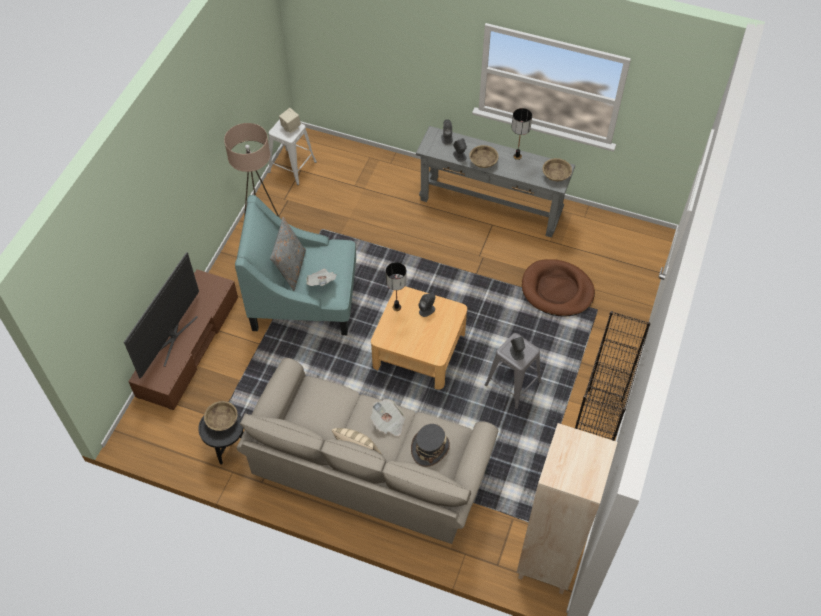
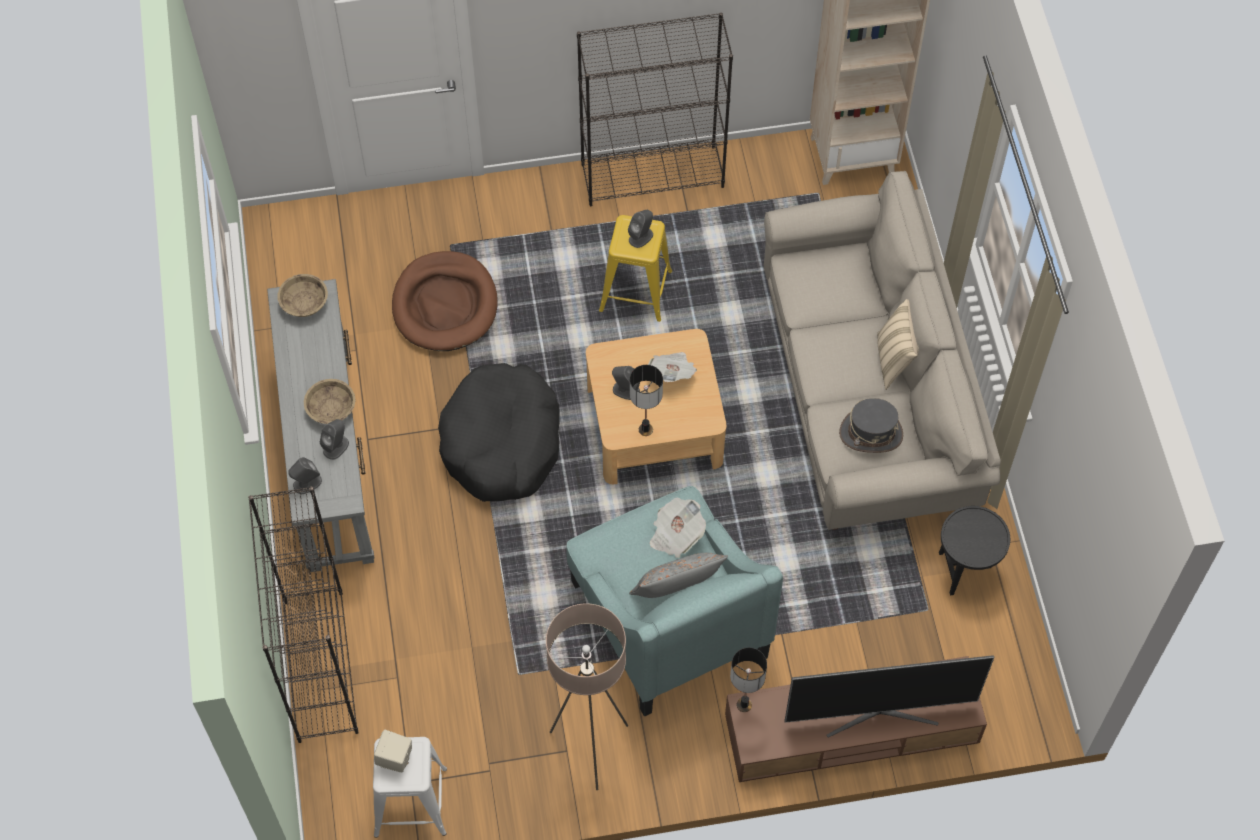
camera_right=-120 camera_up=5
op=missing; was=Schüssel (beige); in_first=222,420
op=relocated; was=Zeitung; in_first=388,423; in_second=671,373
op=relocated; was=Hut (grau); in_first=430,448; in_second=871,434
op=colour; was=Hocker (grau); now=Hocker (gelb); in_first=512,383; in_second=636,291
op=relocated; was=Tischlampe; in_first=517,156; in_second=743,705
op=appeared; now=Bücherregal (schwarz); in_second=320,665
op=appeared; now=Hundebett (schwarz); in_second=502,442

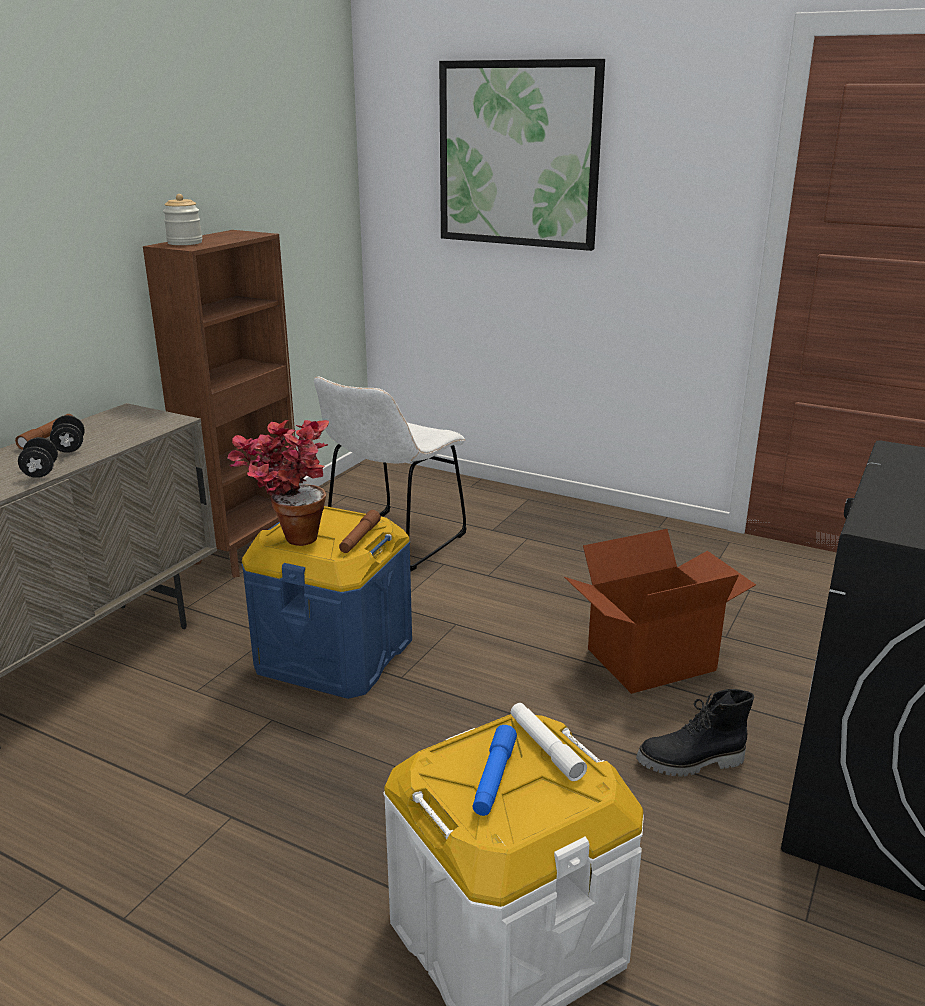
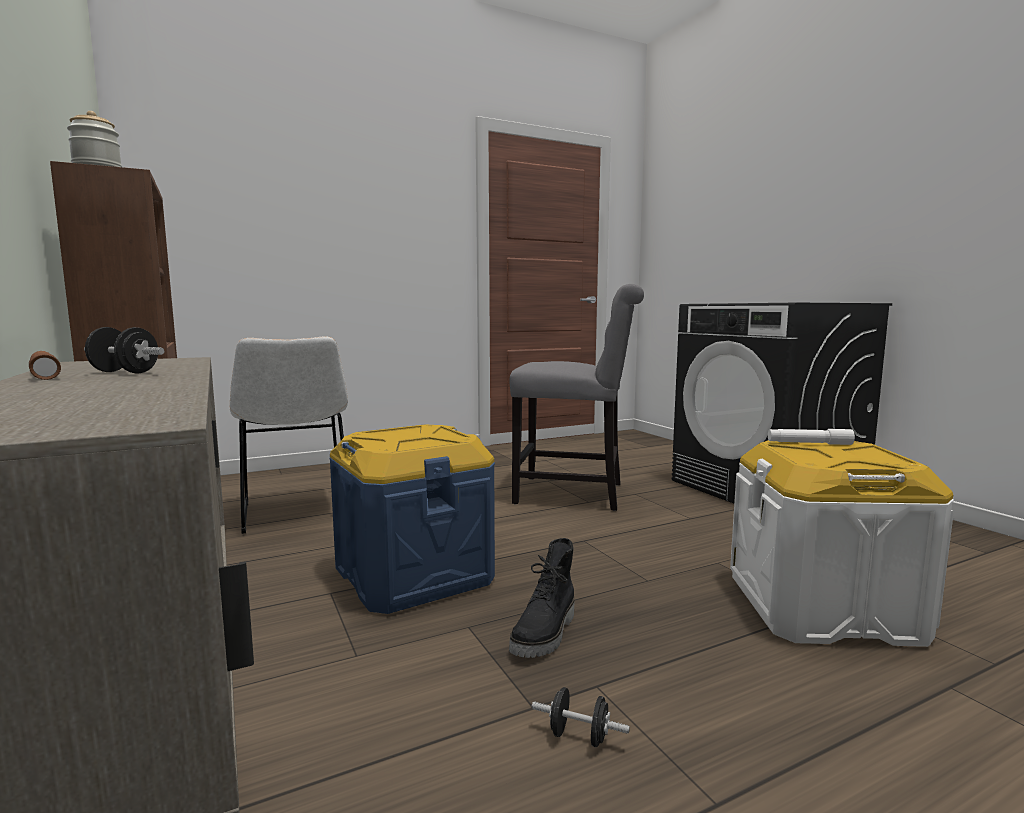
camera_right=-55 camera_up=-15
op=relocated; was=Hantel (schwarz); in_first=41,472; in_second=579,736
op=missing; was=Topfpflanze; in_first=289,538
op=missing; was=Taschenlampe (braun); in_first=360,538
op=missing; was=Bild; in_first=518,155
op=missing; was=Taschenlampe (blau); in_first=494,778
op=exchanged; was=Karton; now=Stuhl (grau); in_first=650,658; in_second=576,494
op=relocated; was=Stiefel (schwarz); in_first=691,763; in_second=546,635

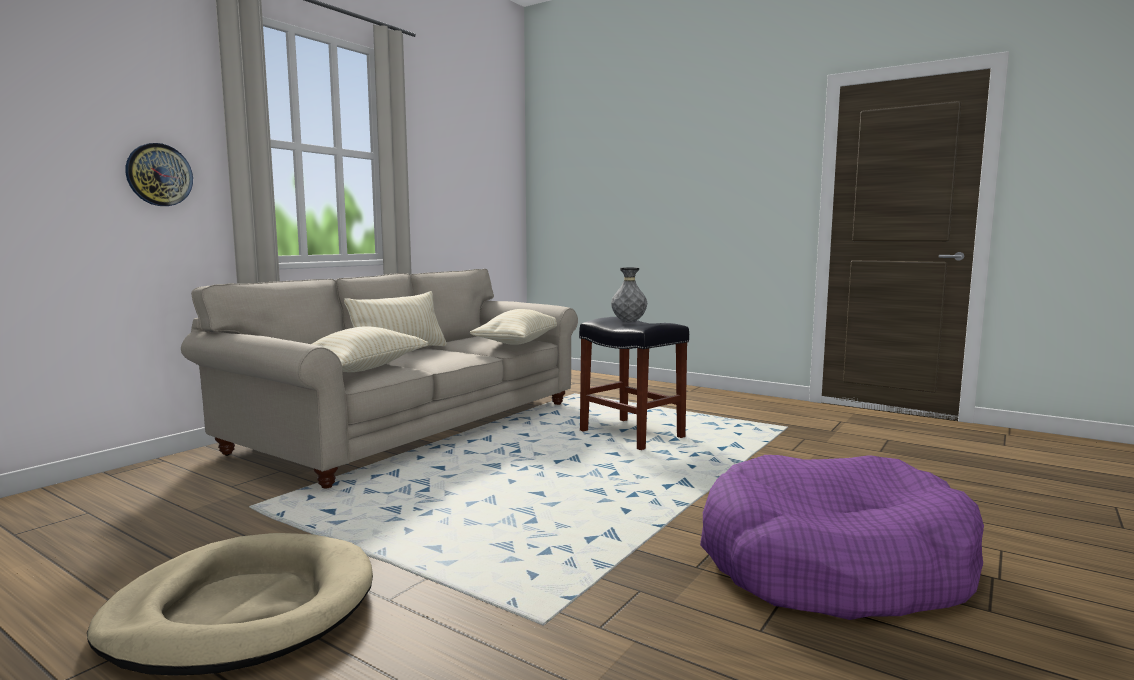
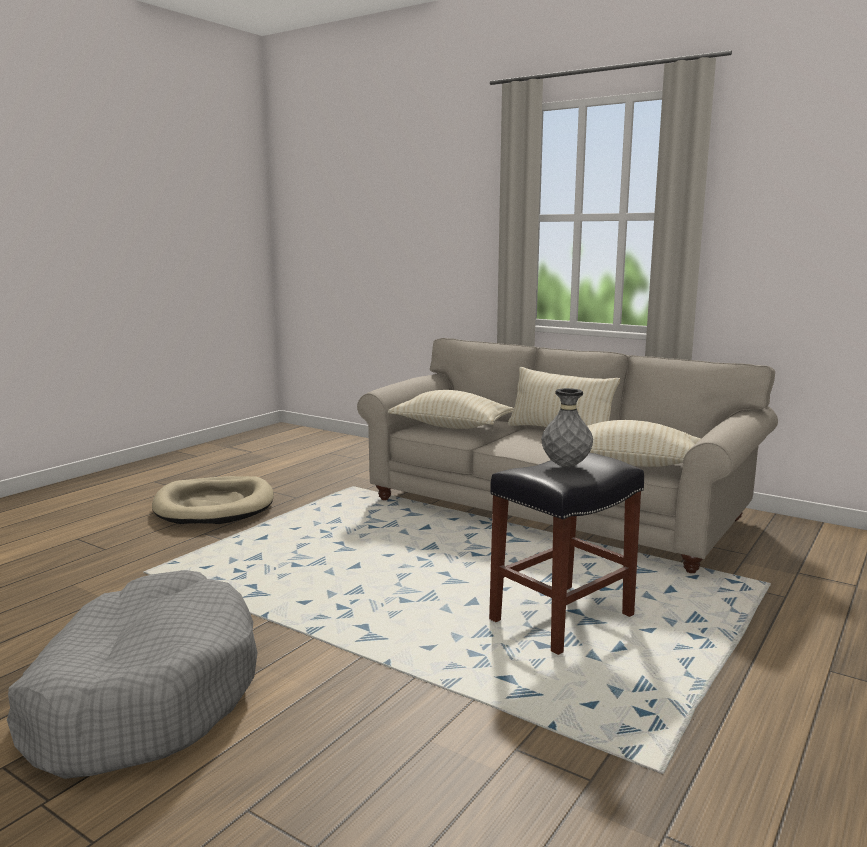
camera_right=90 camera_up=5
op=missing; was=Wanduhr; in_first=159,175
op=colour; was=Hundebett (lila); now=Hundebett (grau); in_first=832,564; in_second=143,695

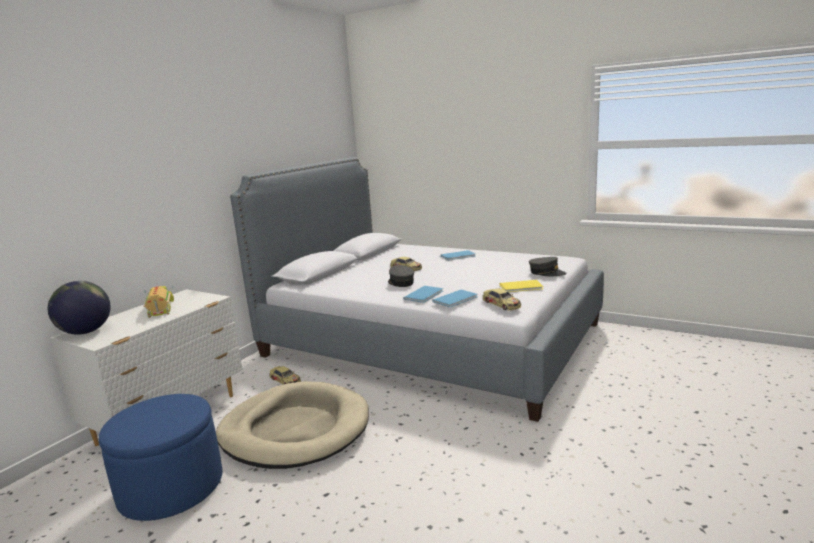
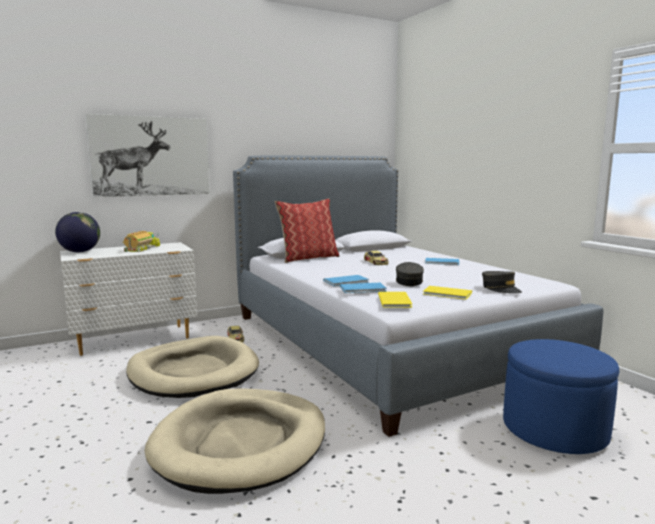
camera_right=30 camera_up=-5
op=relocated; was=Polsterhocker (blau); in_first=171,488; in_second=554,430
op=relocated; was=Kappe (grau); in_first=400,282; in_second=409,282
op=exchanged; was=Spielzeugauto; now=Buch (gelb); in_first=501,304; in_second=395,300
op=appeared; now=Bild; in_second=151,156
op=appeared; now=Hundebett (beige); in_second=241,443
op=appeared; now=Kissen; in_second=308,258

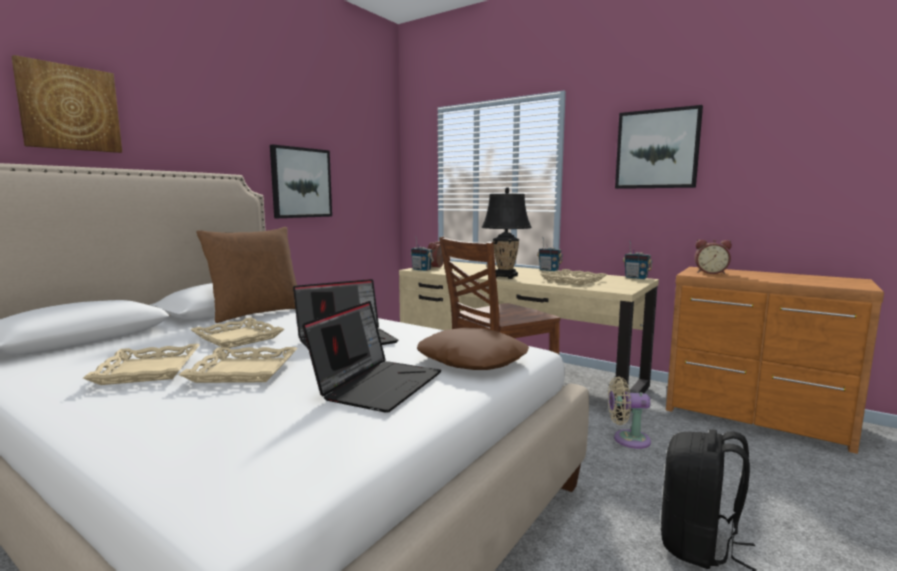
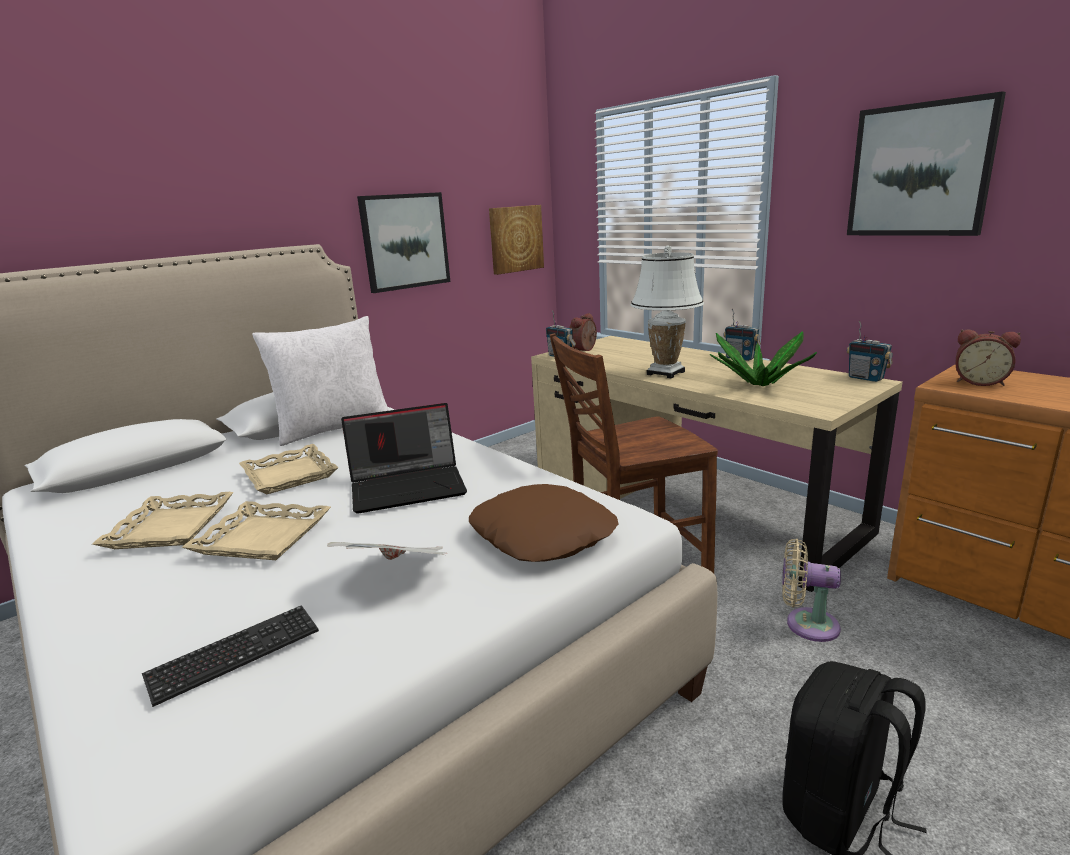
camera_right=15 camera_up=10
op=relocated; was=Bild; in_first=69,108; in_second=515,239
op=colour; was=Kissen (braun); now=Kissen (weiß); in_first=256,313; in_second=334,428
op=exchanged; was=Laptop; now=Zeitung; in_first=378,384; in_second=398,575
op=colour; was=Tischlampe (schwarz); now=Tischlampe (weiß); in_first=505,276; in_second=665,373
op=exchanged; was=Tablett (beige); now=Topfpflanze; in_first=572,280; in_second=759,384
op=appeared; now=Tastatur; in_second=235,655

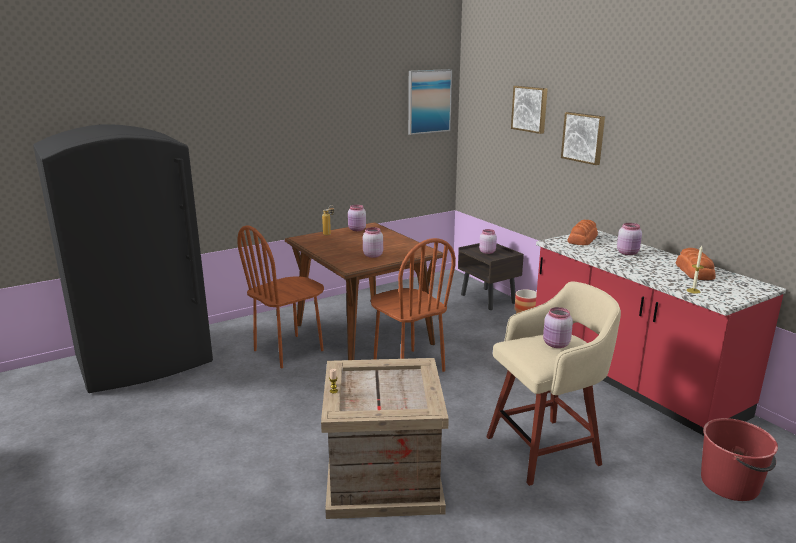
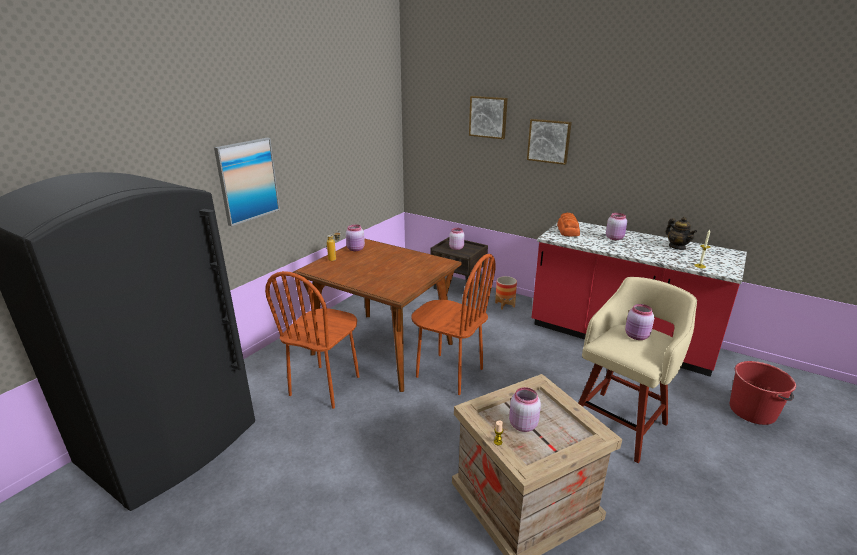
camera_right=-25 camera_up=5
op=relocated; was=Vorratsglas (rosa); in_first=372,255; in_second=522,425
op=relocated; was=Bild; in_first=429,101; in_second=247,180
op=exchanged; was=Brot; now=Teekanne; in_first=694,271; in_second=677,247

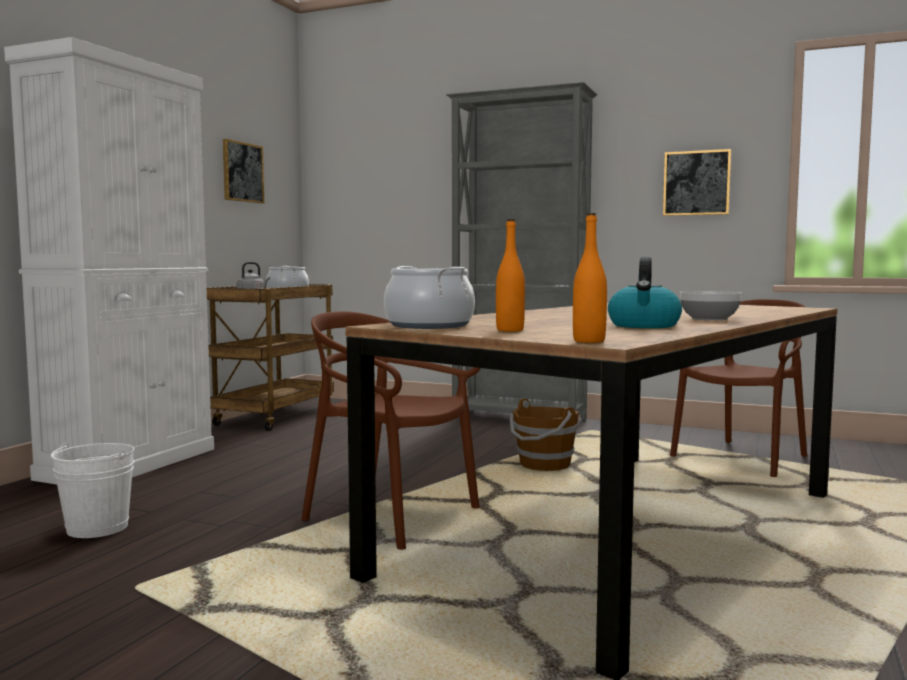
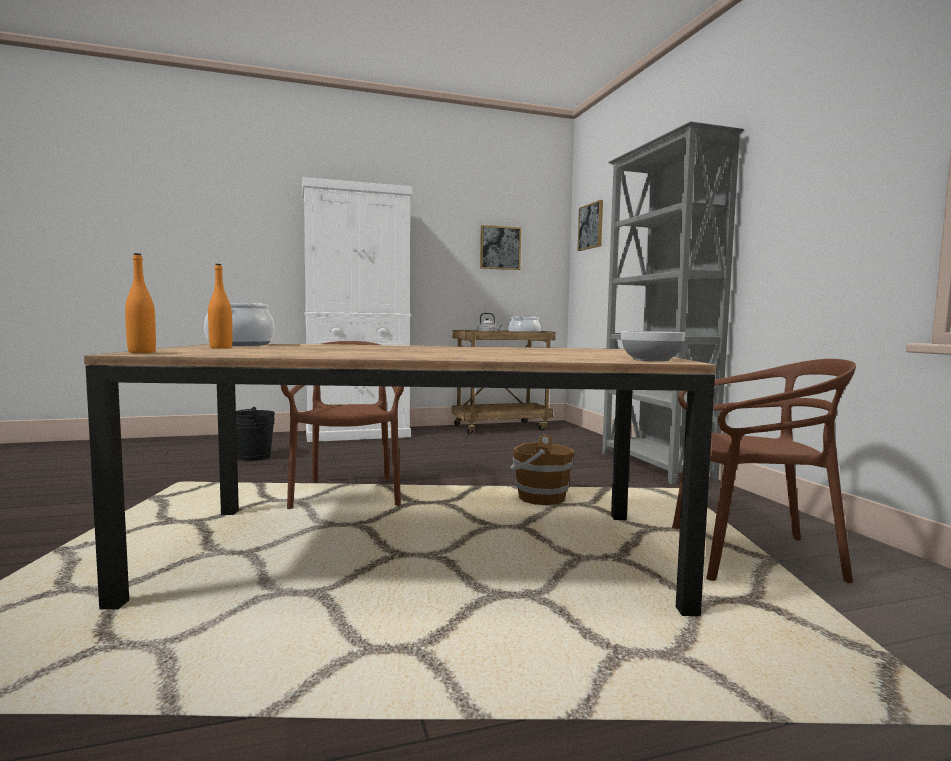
camera_right=50 camera_up=0
op=colour; was=Eimer (weiß); now=Eimer (schwarz); in_first=97,528; in_second=253,457
op=missing; was=Wasserkessel; in_first=644,326
op=relocated; was=Bild; in_first=696,183; in_second=591,226
op=relocated; was=Schüssel; in_first=710,319; in_second=651,360

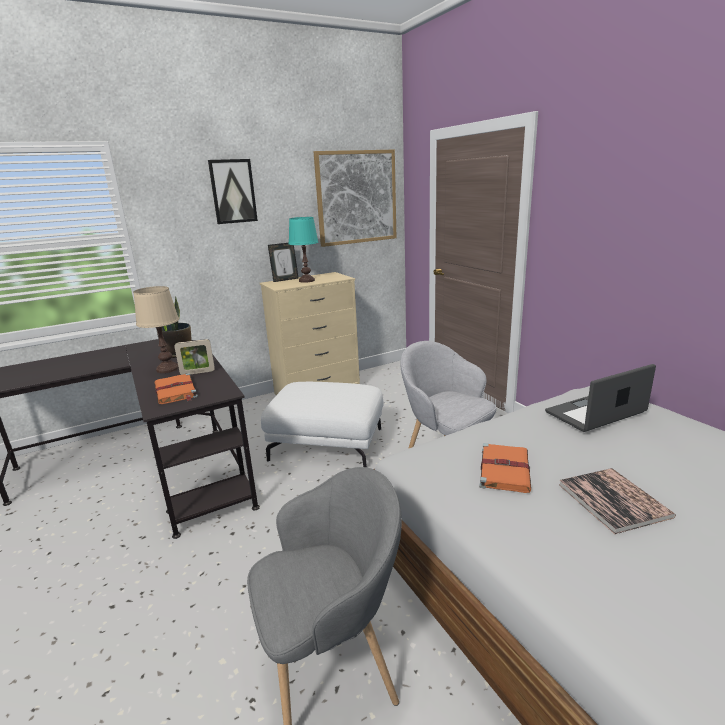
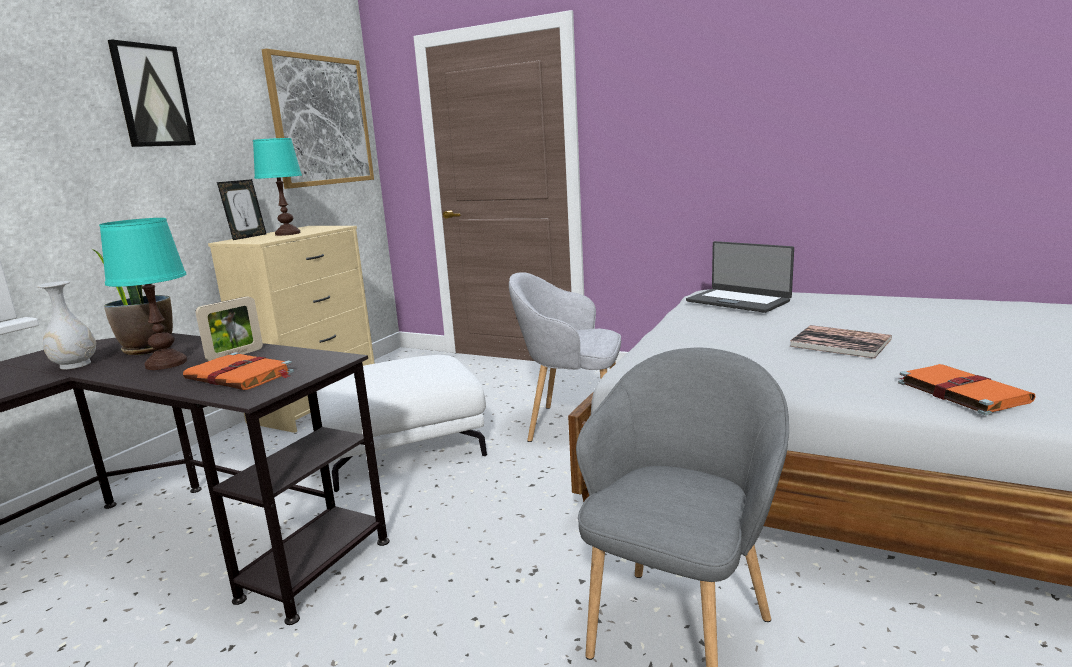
camera_right=-35 camera_up=-5
op=colour; was=Tischlampe (beige); now=Tischlampe (türkis); in_first=167,369; in_second=165,364
op=relocated; was=Buch (orange); in_first=504,469; in_second=960,391
op=spun; was=Laptop; in_first=596,413; in_second=738,301; clockwise=-75
op=appeared; now=Vase (weiß); in_second=75,365

